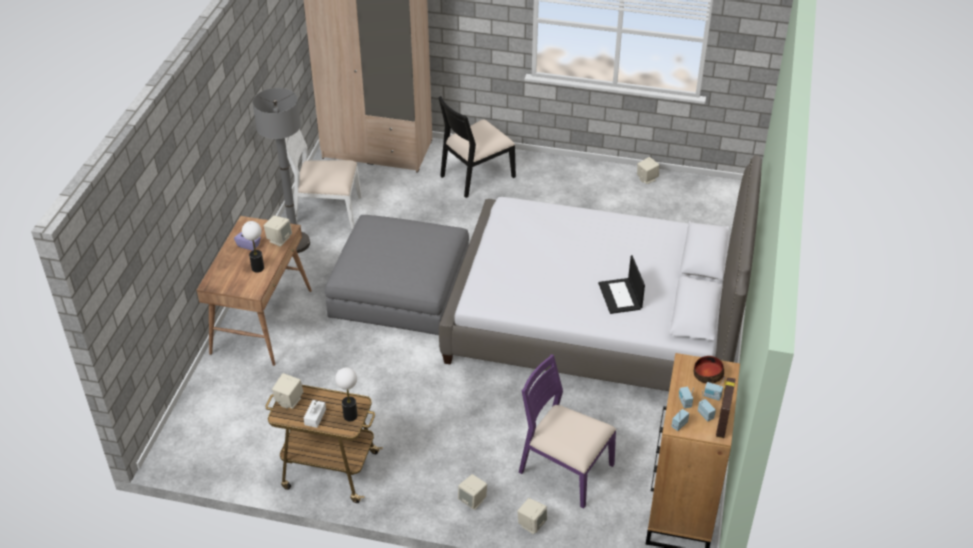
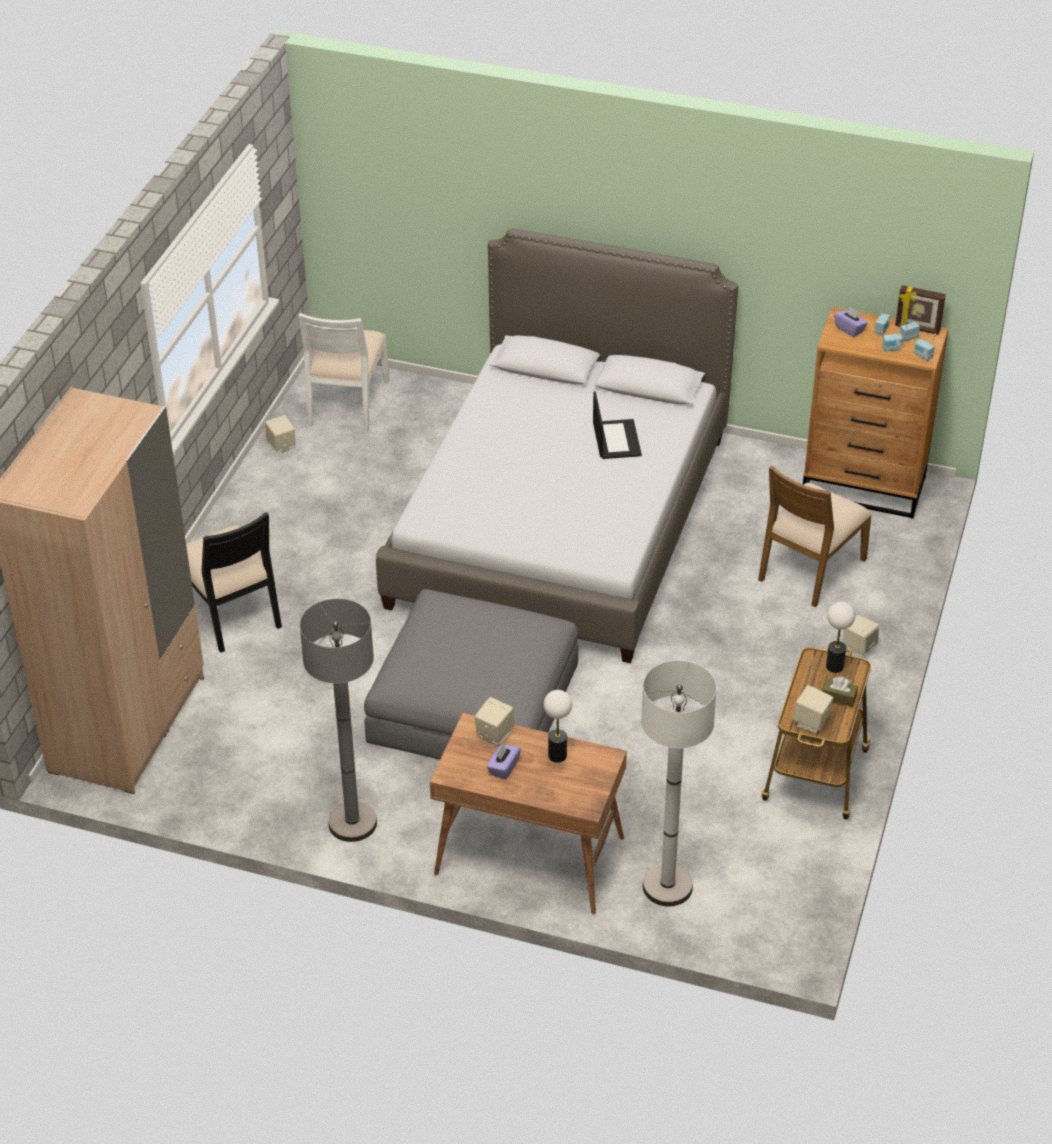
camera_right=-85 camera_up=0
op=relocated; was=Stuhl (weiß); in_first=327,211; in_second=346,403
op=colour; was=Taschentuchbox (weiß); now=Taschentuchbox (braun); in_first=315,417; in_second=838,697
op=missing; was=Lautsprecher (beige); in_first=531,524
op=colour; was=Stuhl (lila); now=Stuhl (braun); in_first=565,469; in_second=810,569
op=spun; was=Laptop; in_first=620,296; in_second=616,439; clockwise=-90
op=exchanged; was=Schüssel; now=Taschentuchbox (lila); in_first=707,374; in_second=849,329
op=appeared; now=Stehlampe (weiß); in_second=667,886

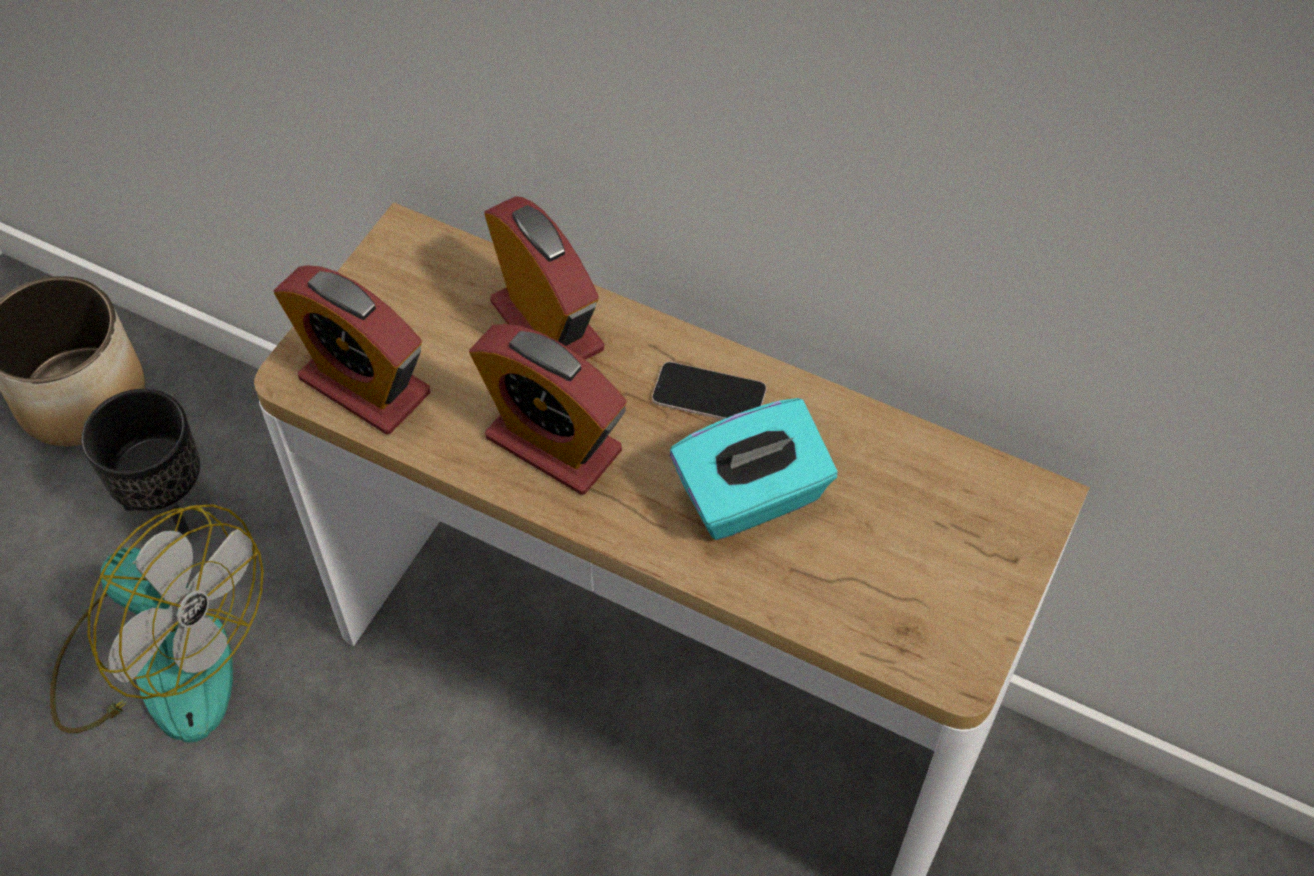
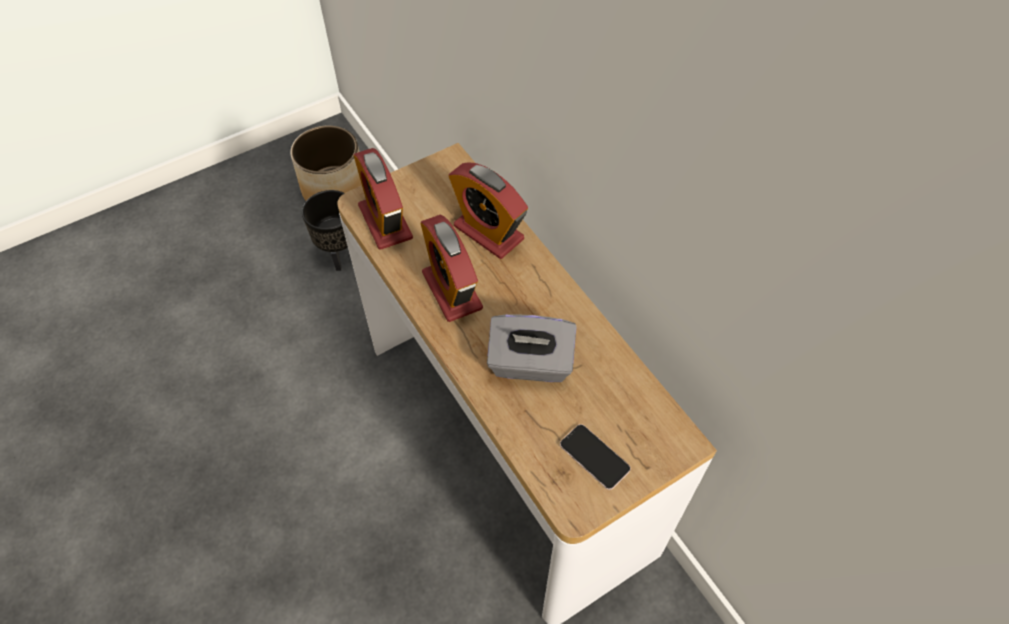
camera_right=30 camera_up=0
op=missing; was=Ventilator; in_first=161,658
op=spun; was=Wecker; in_first=547,326; in_second=488,232; clockwise=135
op=relocated; was=Handy; in_first=709,395; in_second=594,457
op=colour; was=Taschentuchbox (türkis); now=Taschentuchbox (grau); in_first=751,497; in_second=530,364

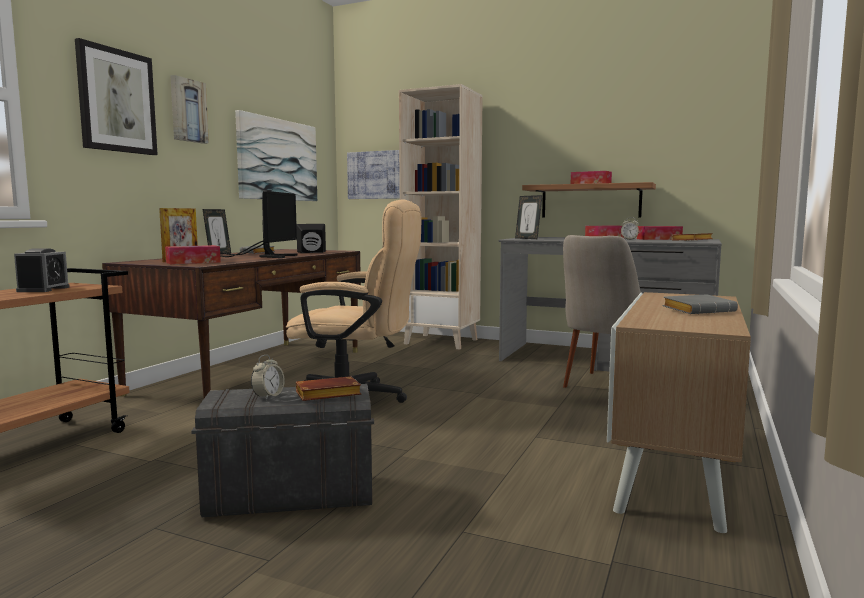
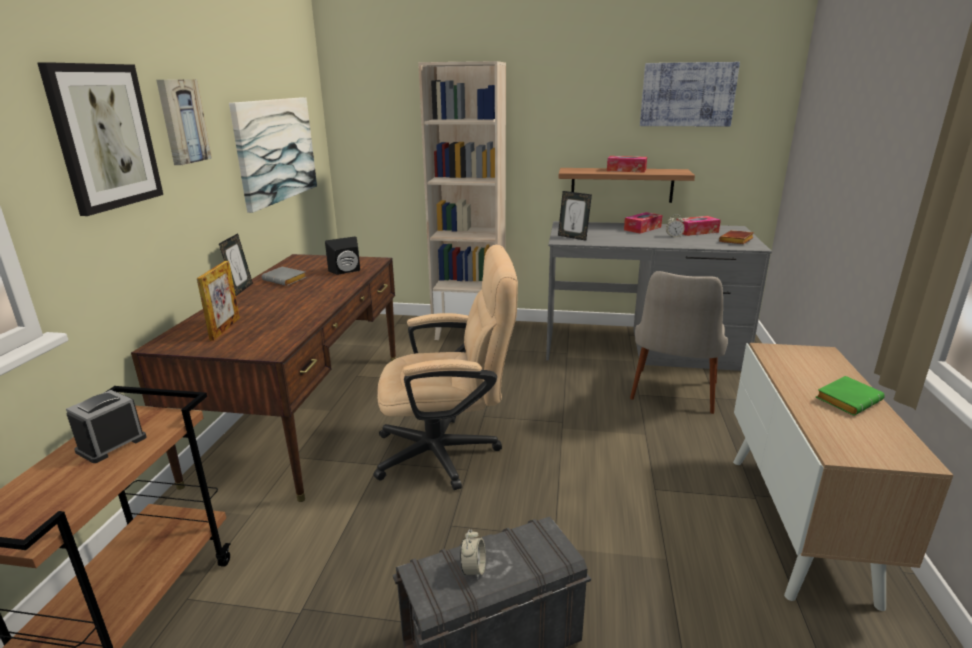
camera_right=-15 camera_up=15
op=spun; was=Wecker; in_first=43,289; in_second=111,444; clockwise=-135
op=missing; was=Taschentuchbox; in_first=193,262
op=missing; was=Monitor; in_first=265,256
op=missing; was=Buch (braun); in_first=326,395
op=relocated; was=Bild; in_first=379,175; in_second=687,94
op=colour; was=Buch (grau); now=Buch (grün); in_first=699,310; in_second=847,399

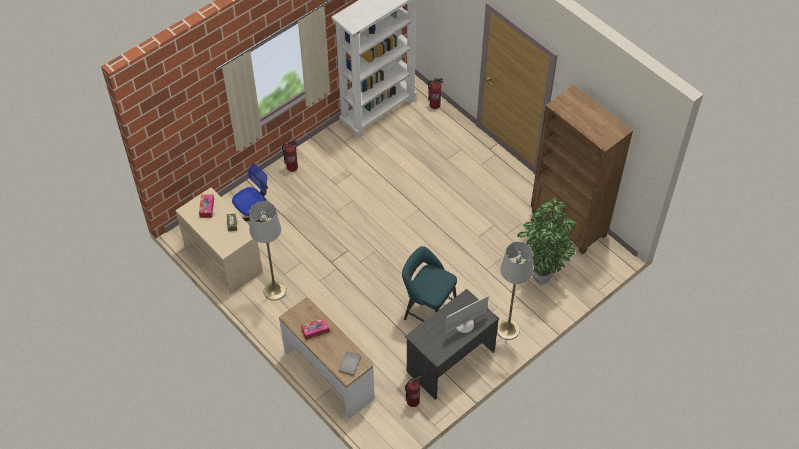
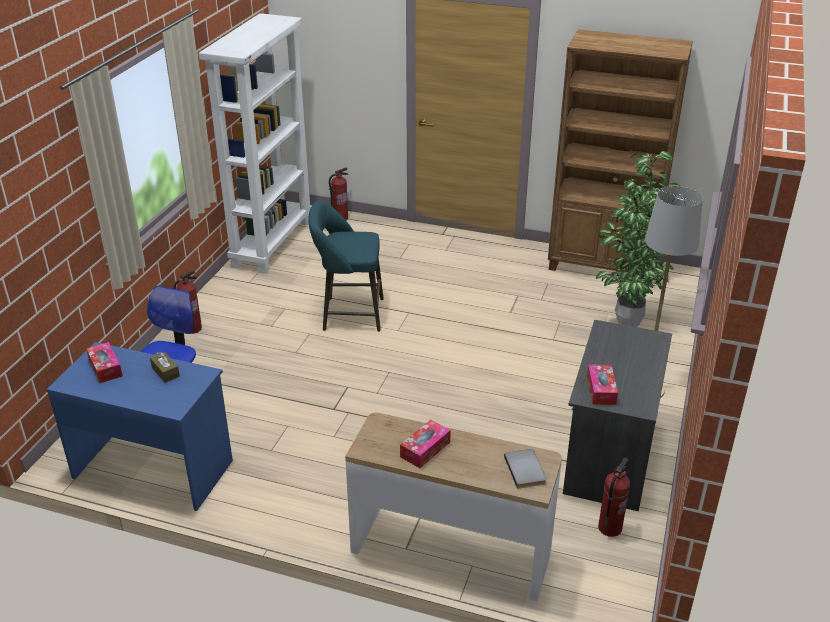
camera_right=-30 camera_up=-20
op=colour; was=Schreibtisch (beige); now=Schreibtisch (blau); in_first=224,258; in_second=153,468
op=missing; was=Stehlampe (grau); in_first=274,290
op=relocated; was=Hocker (türkis); in_first=428,312; in_second=349,314
op=missing; was=Monitor; in_first=464,324
op=appeared; now=Taschentuchbox; in_second=601,390

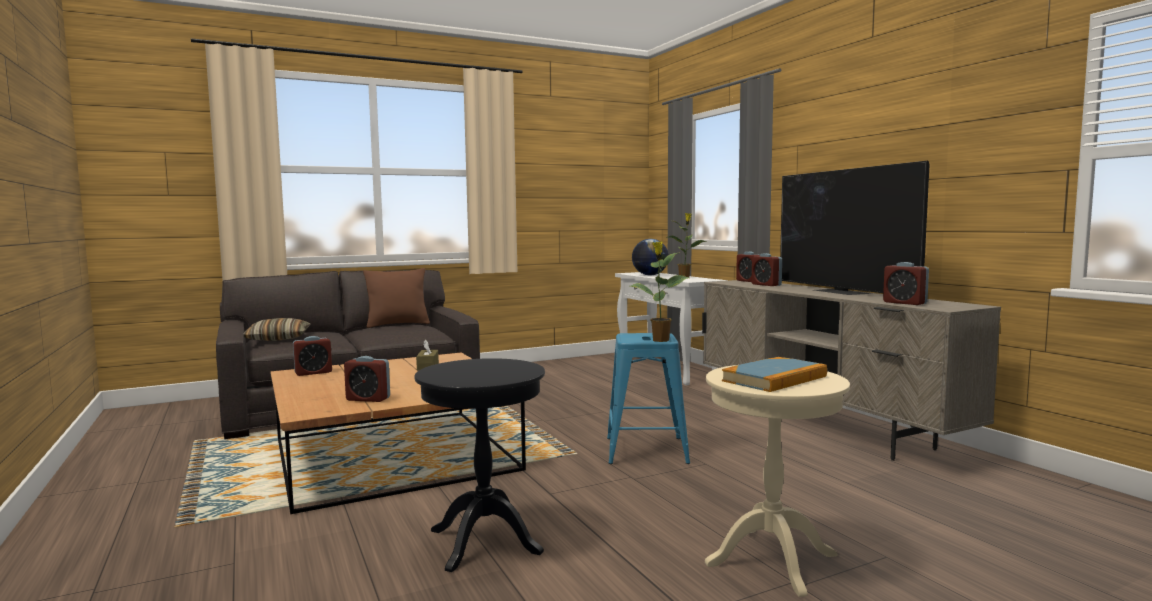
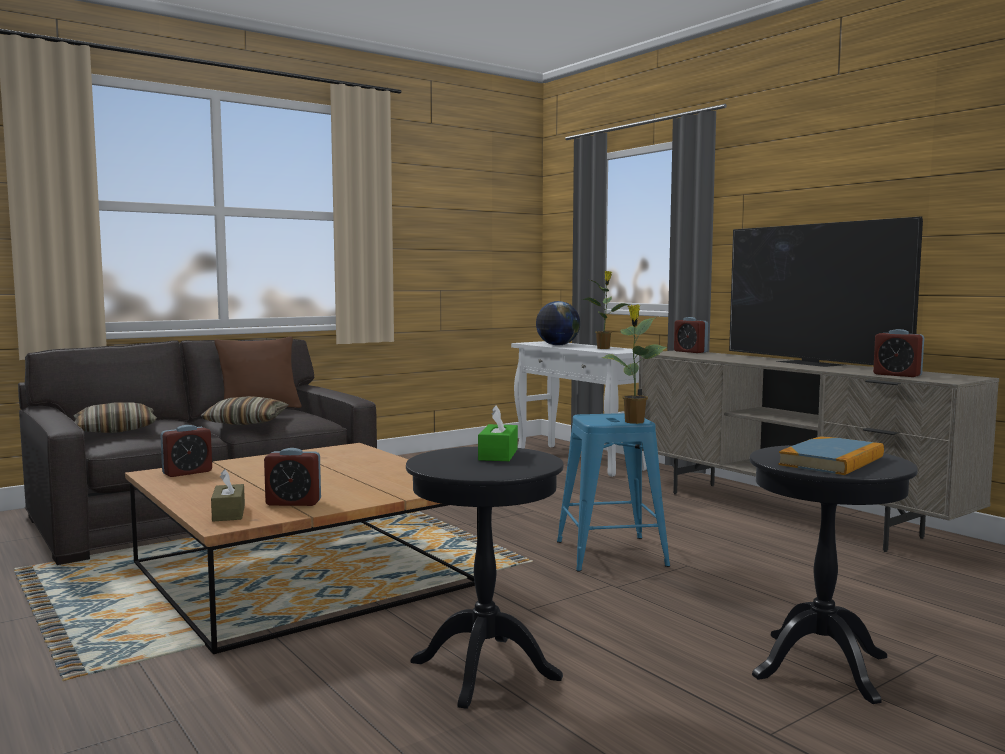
camera_right=-10 camera_up=0
op=relocated; was=Taschentuchbox (braun); in_first=428,366; in_second=228,513
op=colour; was=Beistelltisch (beige); now=Beistelltisch (schwarz); in_first=771,559; in_second=821,666
op=missing; was=Wecker; in_first=766,285
op=appeared; now=Kissen; in_second=246,422
op=appeared; now=Taschentuchbox (grün); in_second=498,454

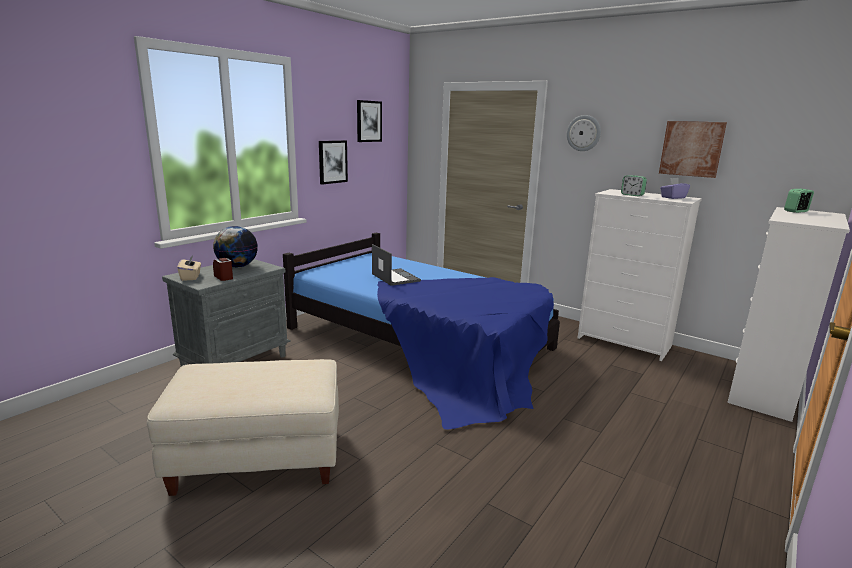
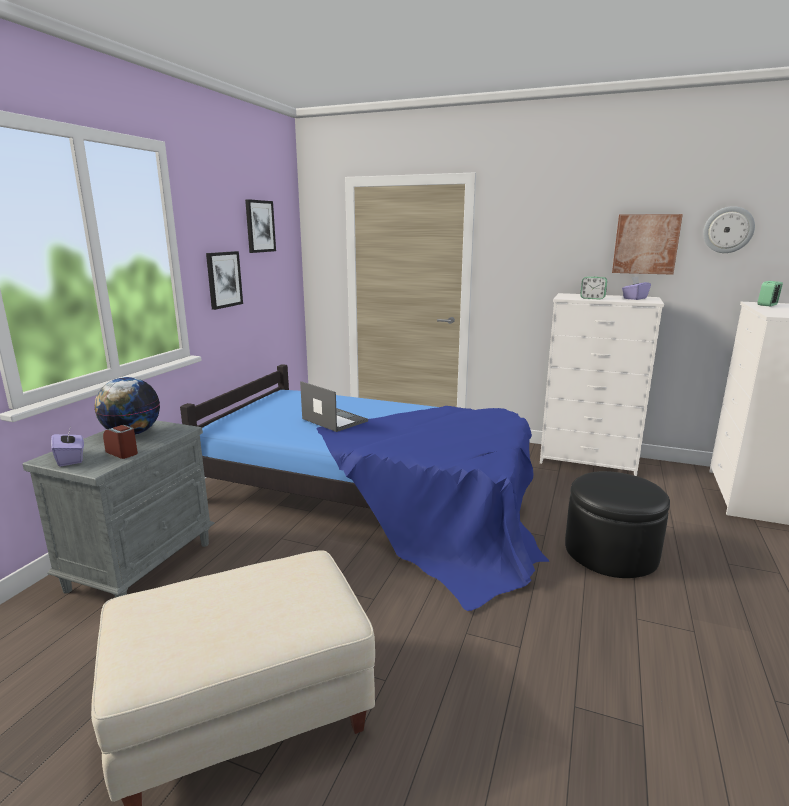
camera_right=-15 camera_up=0
op=colour; was=Taschentuchbox (beige); now=Taschentuchbox (lila); in_first=191,277; in_second=71,459
op=relocated; was=Wanduhr; in_first=583,133; in_second=728,230
op=appeared; now=Polsterhocker (schwarz); in_second=610,552

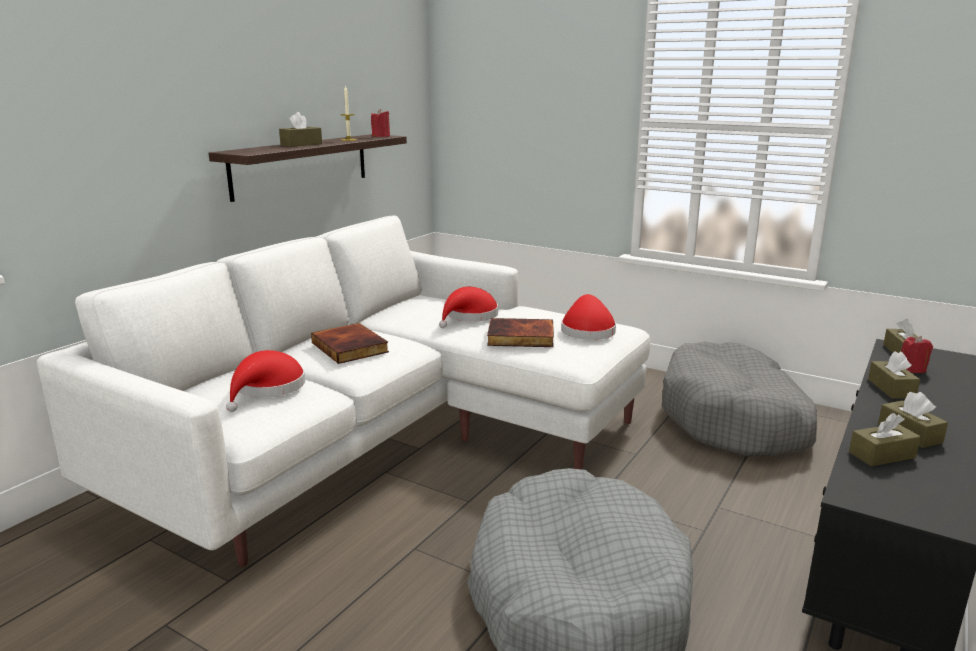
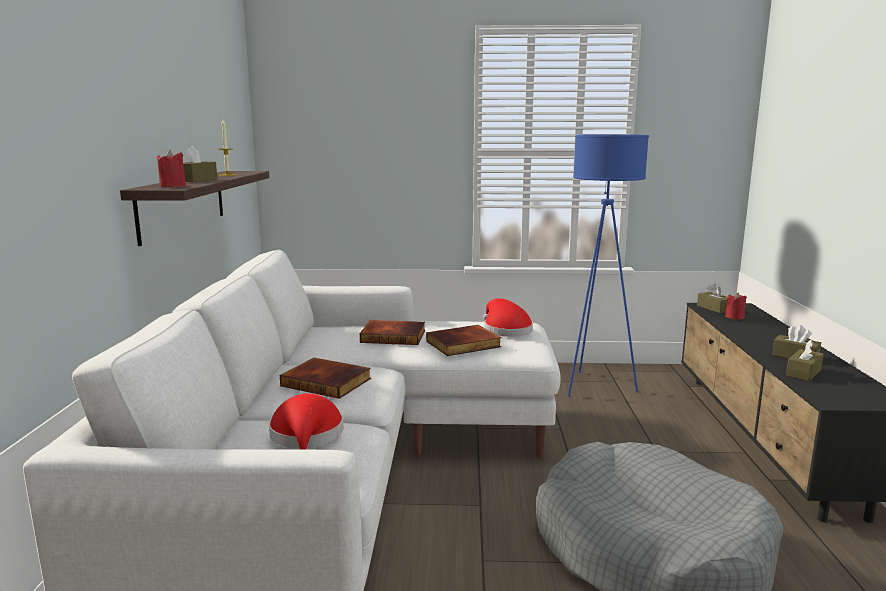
camera_right=-30 camera_up=-5
op=relocated; was=Kerze (rot); in_first=381,136; in_second=173,186
op=exchanged; was=Hut (rot); now=Buch; in_first=469,316; in_second=394,336
op=exchanged; was=Hundebett (grau); now=Stehlampe (blau); in_first=734,419; in_second=595,386
op=missing; was=Taschentuchbox (braun); in_first=891,388

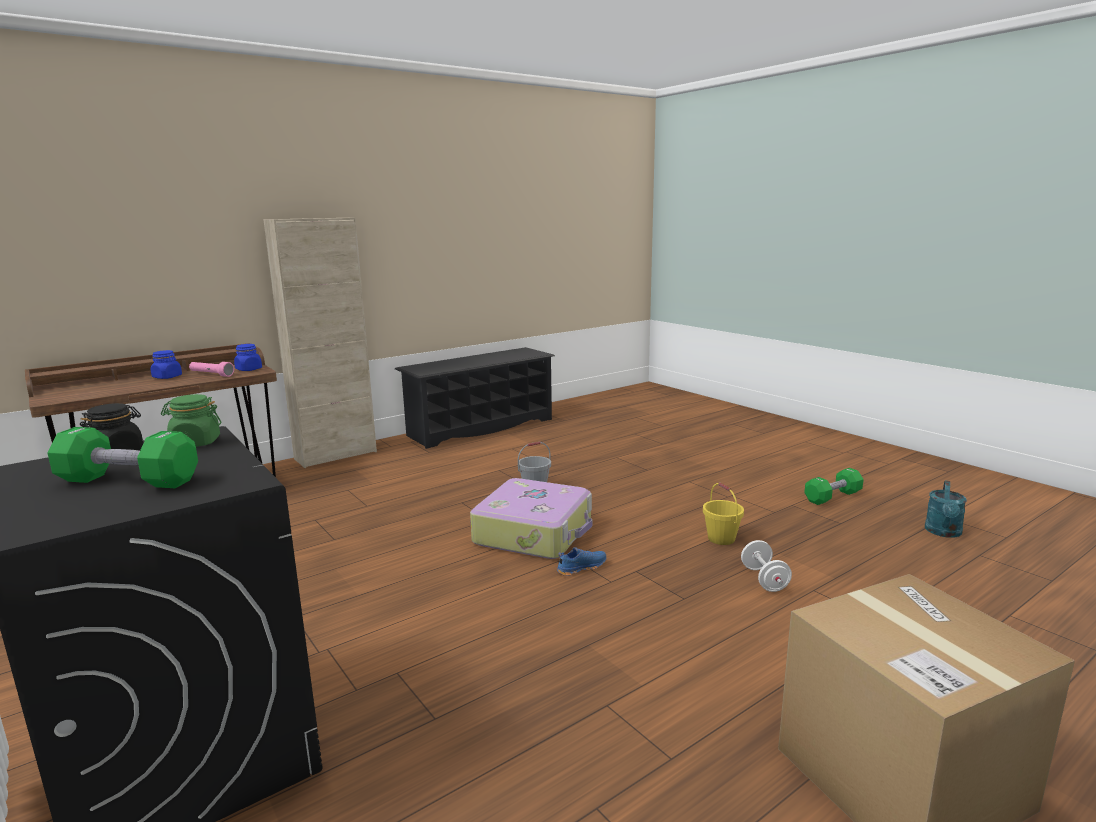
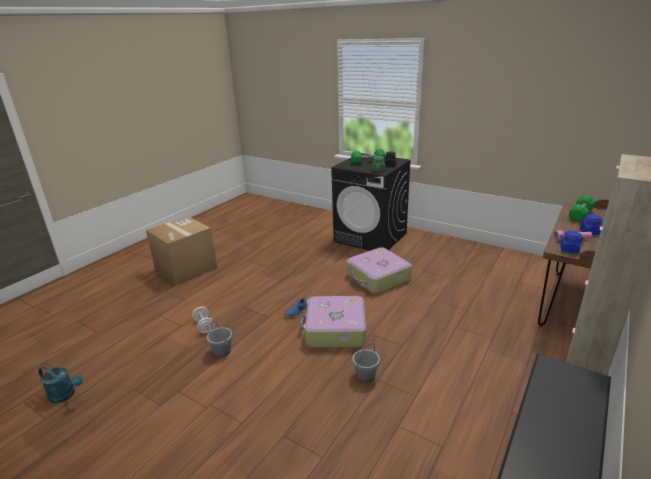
camera_right=160 camera_up=10
op=colour; was=Eimer (gelb); now=Eimer (grau); in_first=721,538; in_second=222,351
op=relocated; was=Hantel (grün); in_first=832,497; in_second=580,215
op=spun; was=Gießkanne (türkis); in_first=943,533; in_second=66,395; clockwise=105
op=appeared; now=Koffer; in_second=378,277

